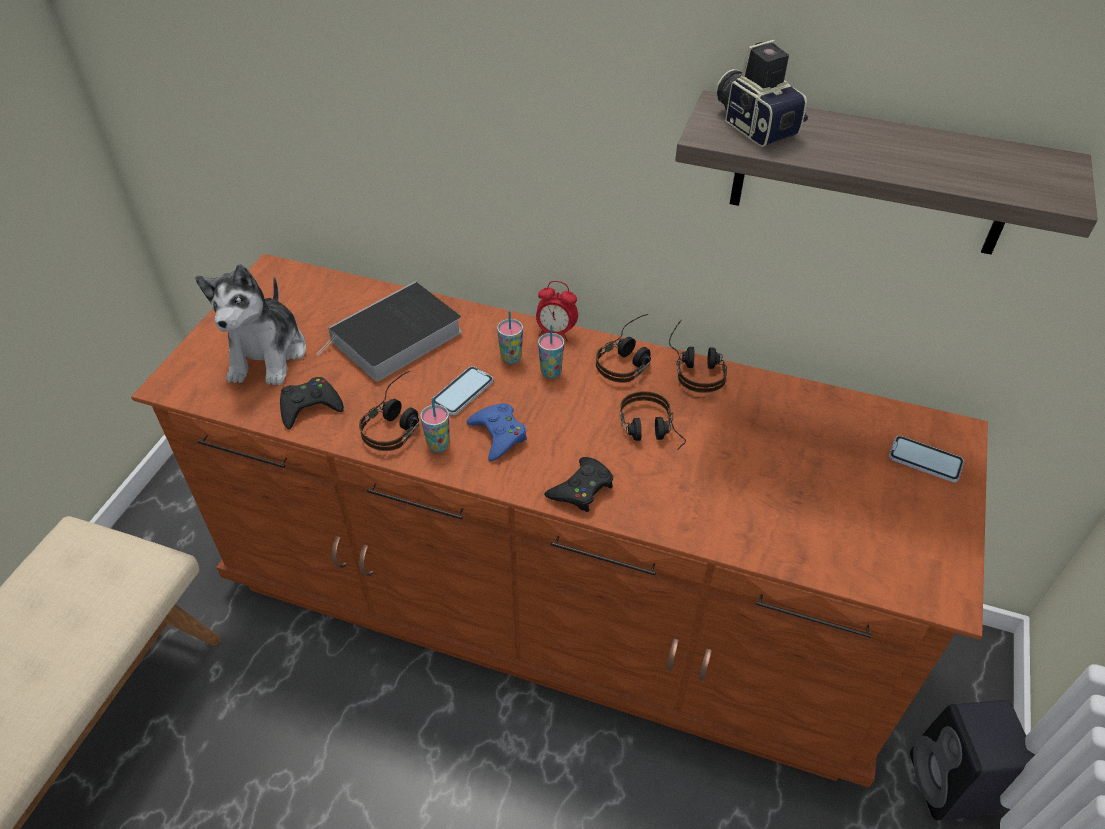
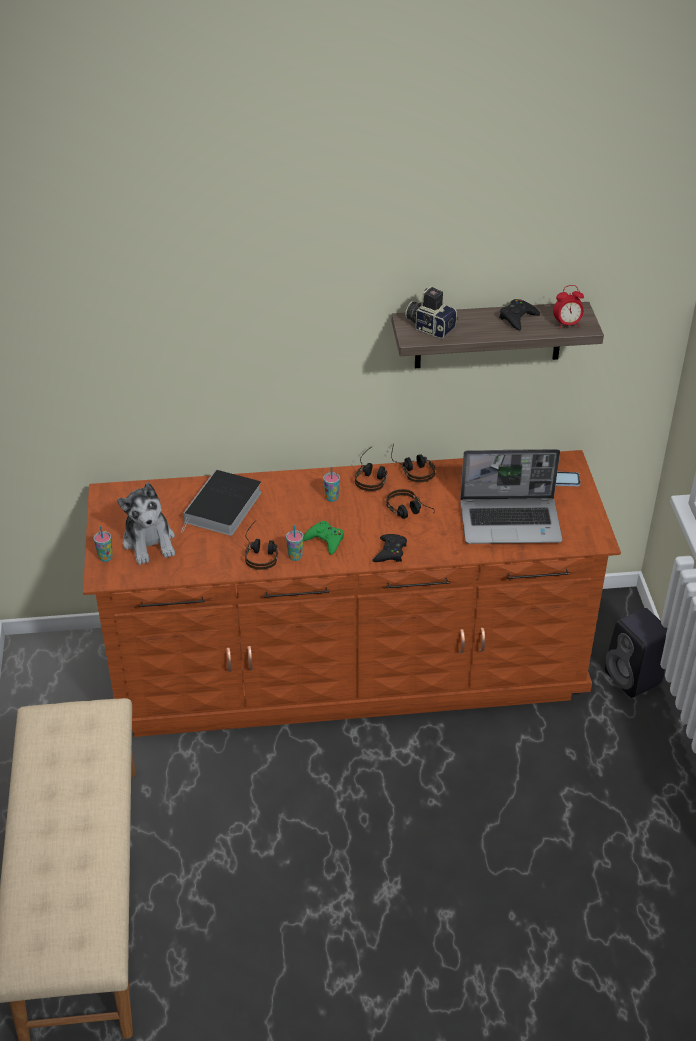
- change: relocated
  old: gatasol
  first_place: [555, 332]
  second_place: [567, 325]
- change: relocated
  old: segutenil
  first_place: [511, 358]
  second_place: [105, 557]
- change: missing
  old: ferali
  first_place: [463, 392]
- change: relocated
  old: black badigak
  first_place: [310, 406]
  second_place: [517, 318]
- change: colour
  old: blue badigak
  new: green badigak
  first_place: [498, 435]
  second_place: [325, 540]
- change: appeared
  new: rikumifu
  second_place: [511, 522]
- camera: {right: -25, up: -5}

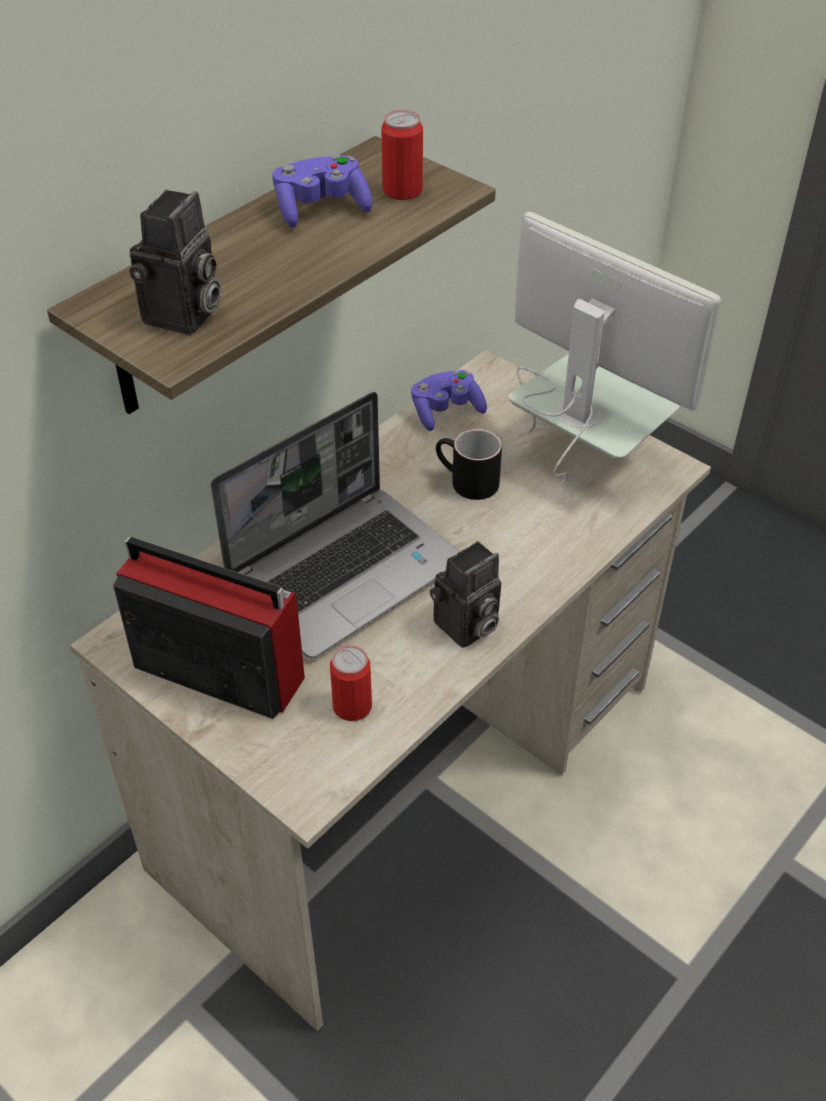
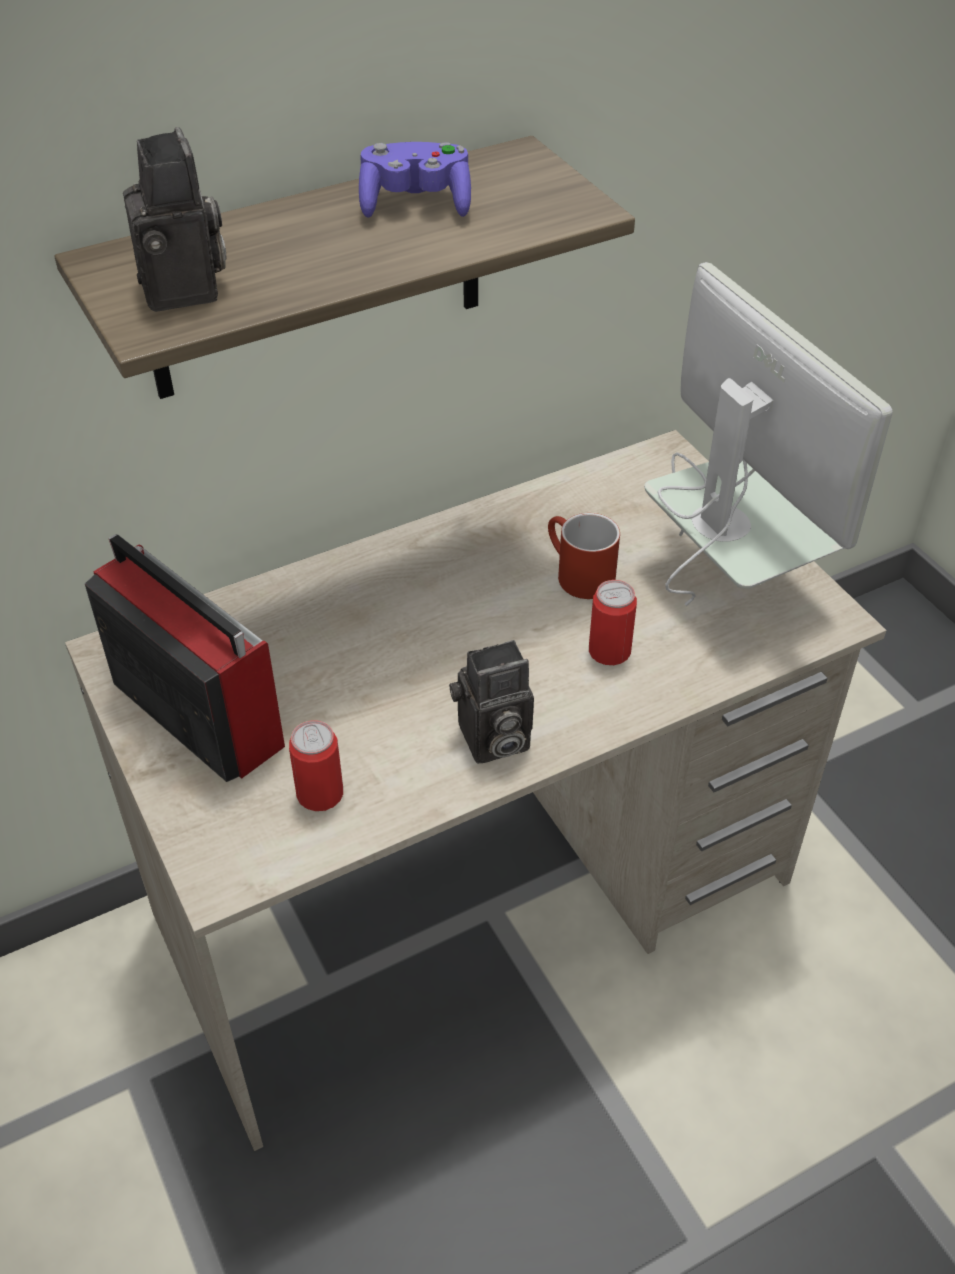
- change: relocated
  old: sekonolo
  first_place: [402, 190]
  second_place: [609, 651]
- change: spun
  old: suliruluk
  first_place: [183, 317]
  second_place: [186, 290]
  degrees: -60
- change: missing
  old: purple badigak
  first_place: [446, 411]
- change: missing
  old: rikumifu
  first_place: [346, 570]
- change: colour
  old: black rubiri
  new: red rubiri
  first_place: [466, 482]
  second_place: [576, 575]
- camera: {right: 20, up: 0}

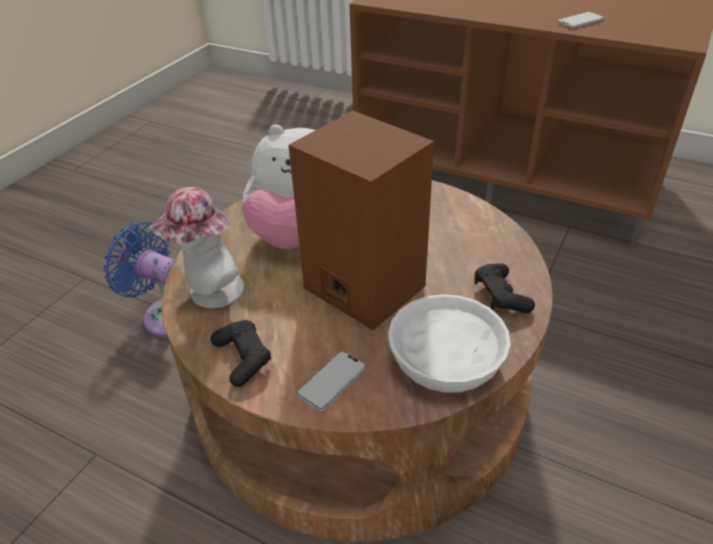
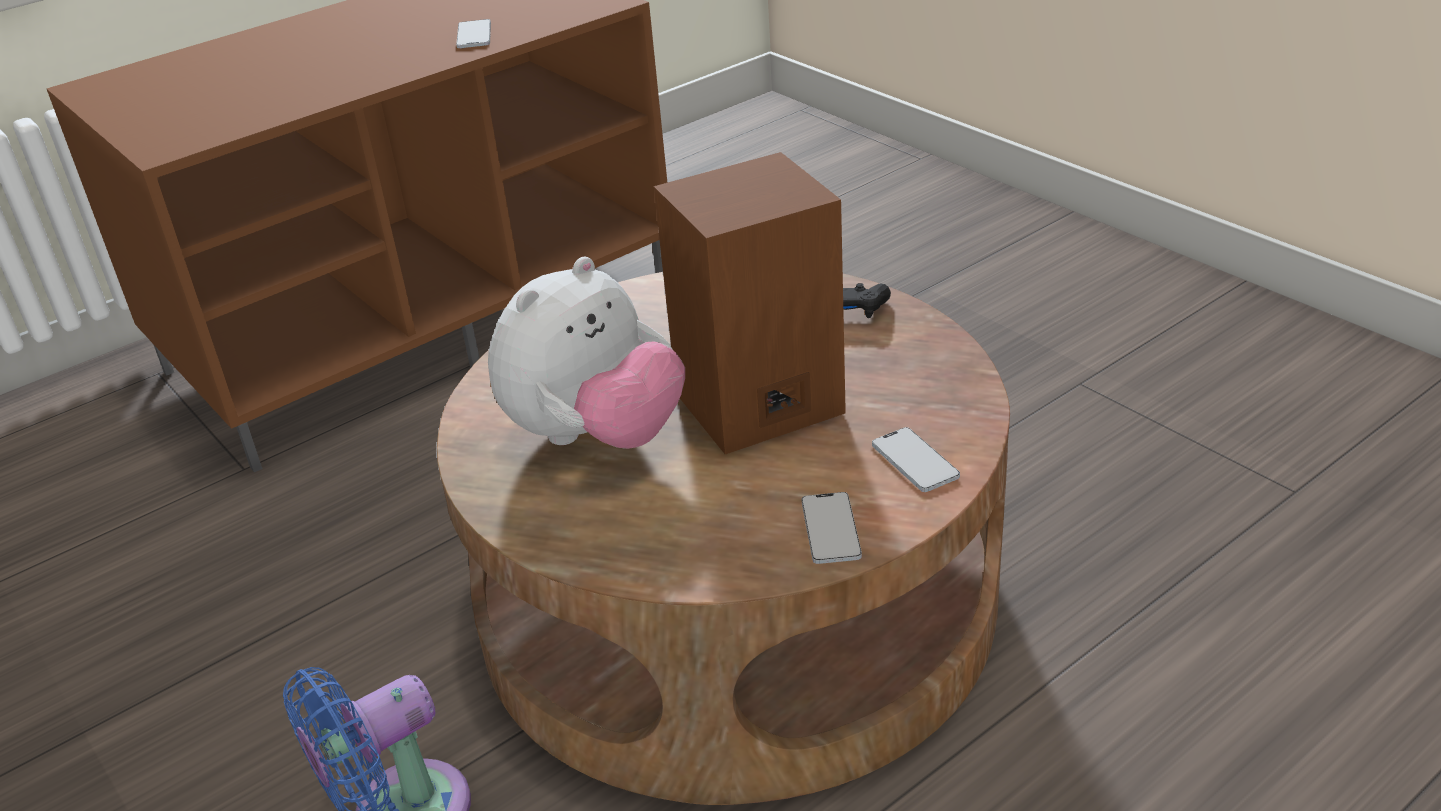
- change: missing
  old: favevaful
  first_place: [210, 293]
- change: missing
  old: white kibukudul
  first_place: [444, 361]
- change: exchanged
  old: black badigak
  new: ferali
  first_place: [243, 358]
  second_place: [831, 529]
- camera: {right: -65, up: -5}

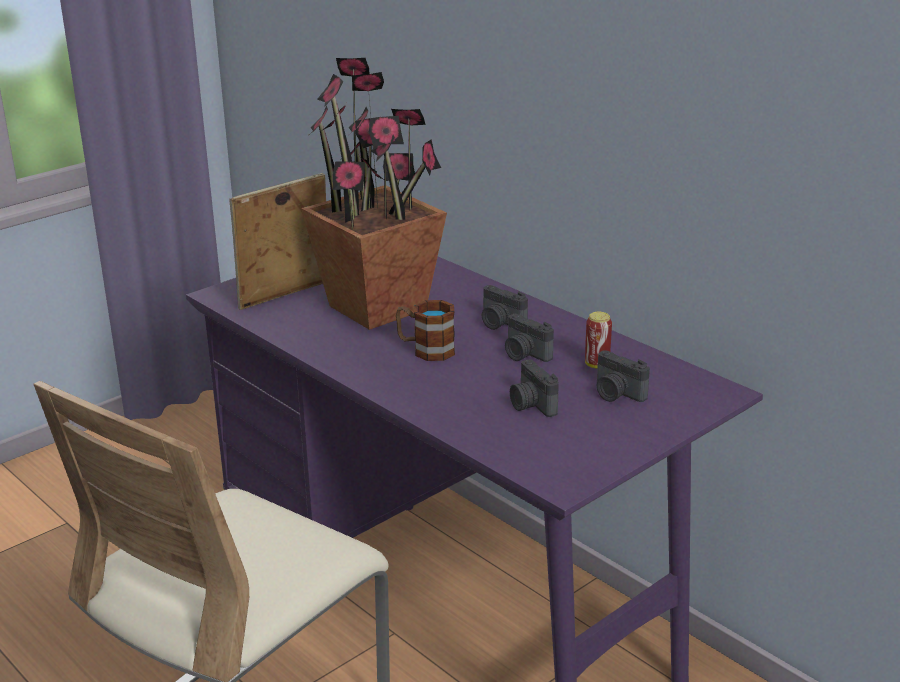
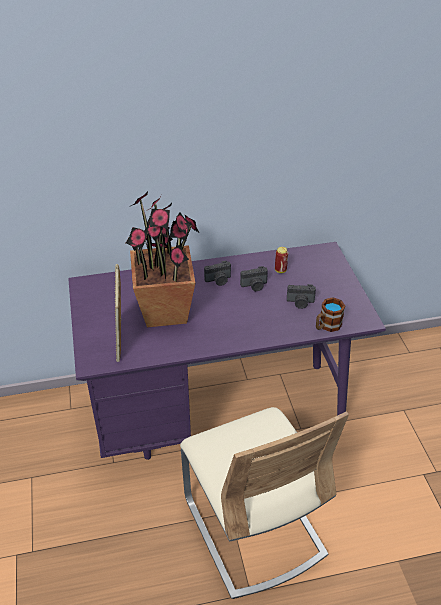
- change: relocated
  old: rubiri
  first_place: [425, 350]
  second_place: [326, 326]
- change: missing
  old: suliruluk
  first_place: [616, 394]
- camera: {right: -60, up: 15}

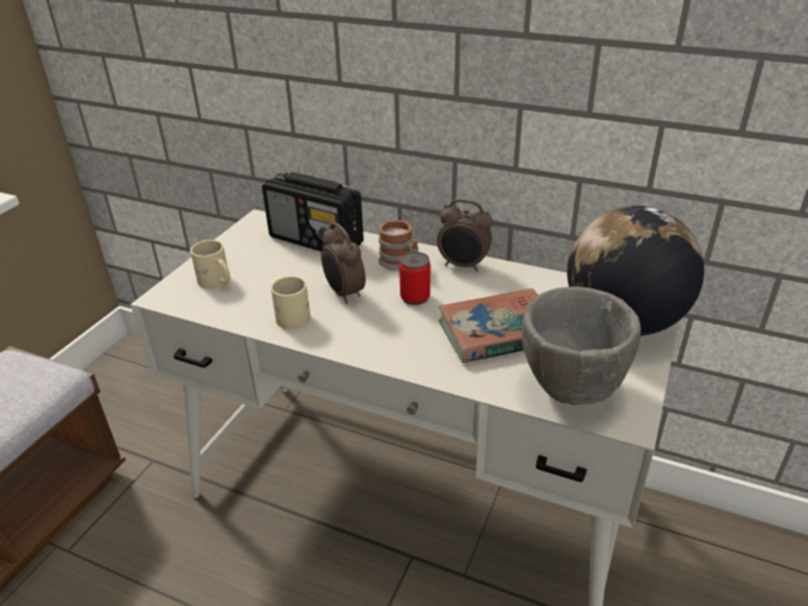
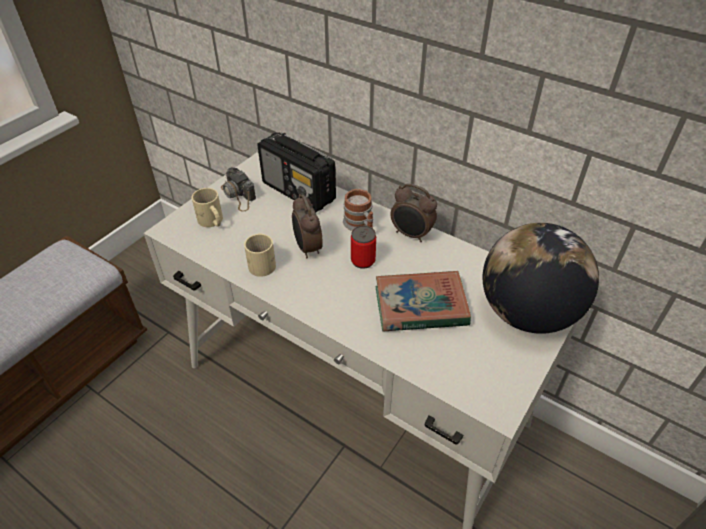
- change: missing
  old: grey kibukudul
  first_place: [570, 391]
- change: appeared
  new: suliruluk
  second_place: [238, 195]
- camera: {right: 10, up: 10}

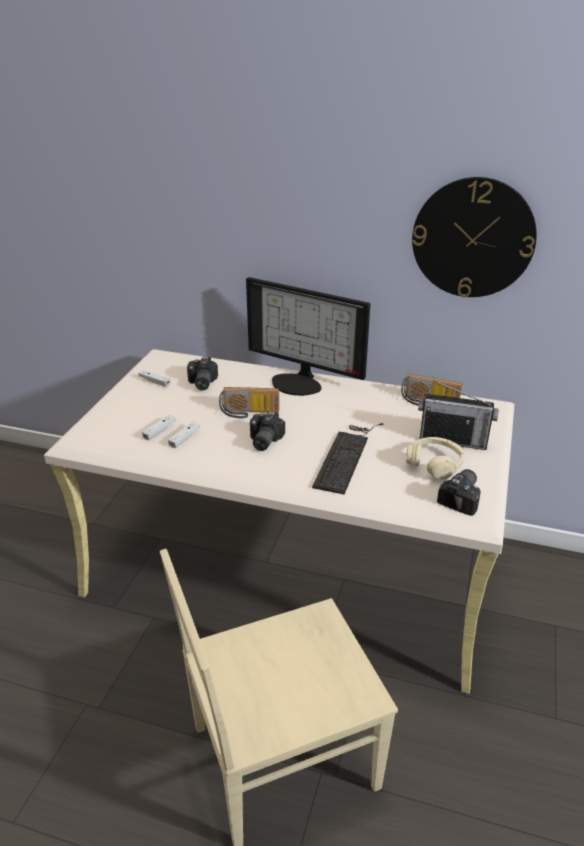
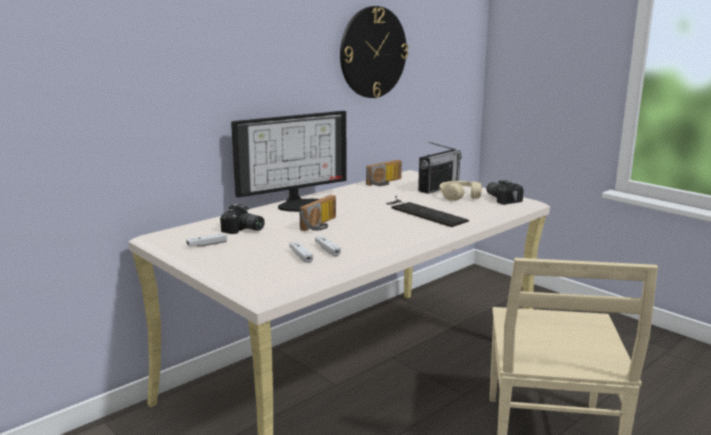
- change: missing
  old: suliruluk
  first_place: [263, 441]
- camera: {right: -60, up: -15}

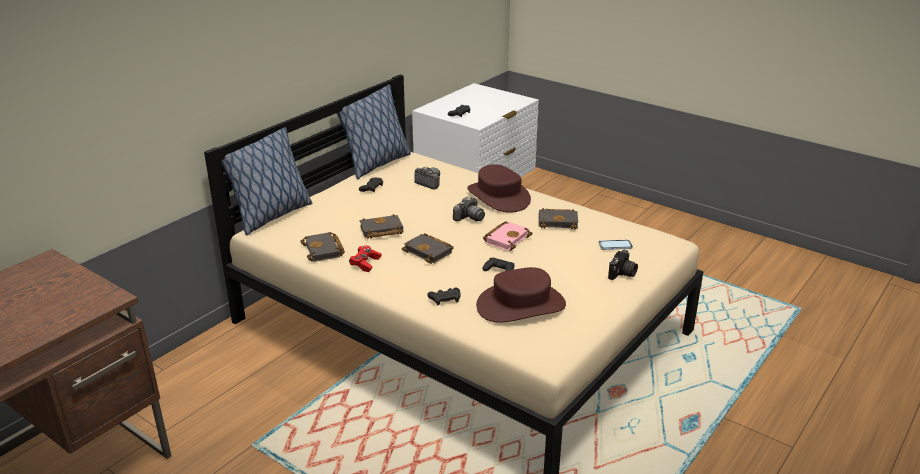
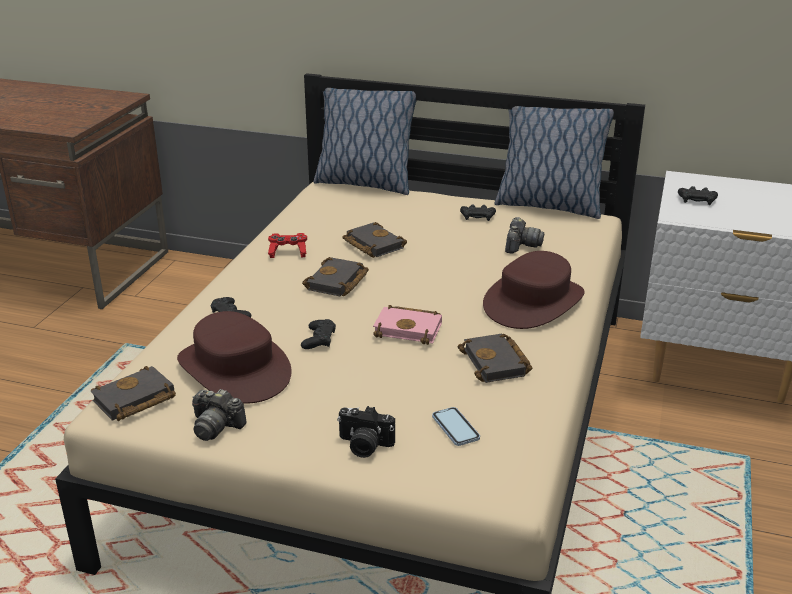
- change: relocated
  old: suliruluk
  first_place: [469, 217]
  second_place: [216, 426]
- change: relocated
  old: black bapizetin
  first_place: [324, 250]
  second_place: [133, 401]
- camera: {right: 70, up: 0}

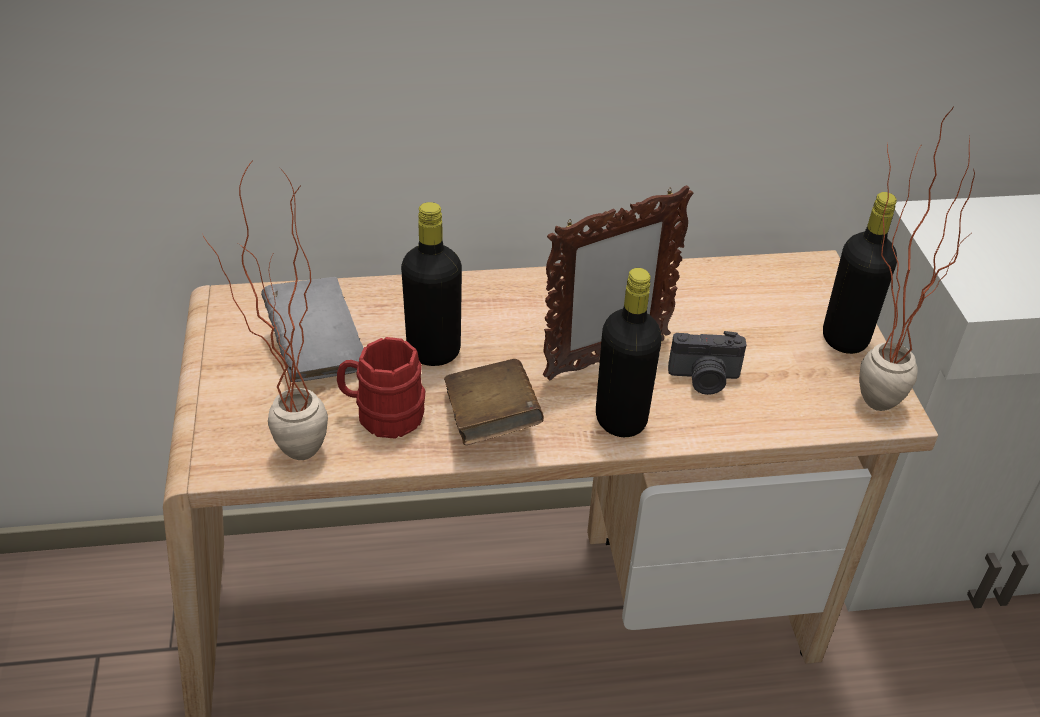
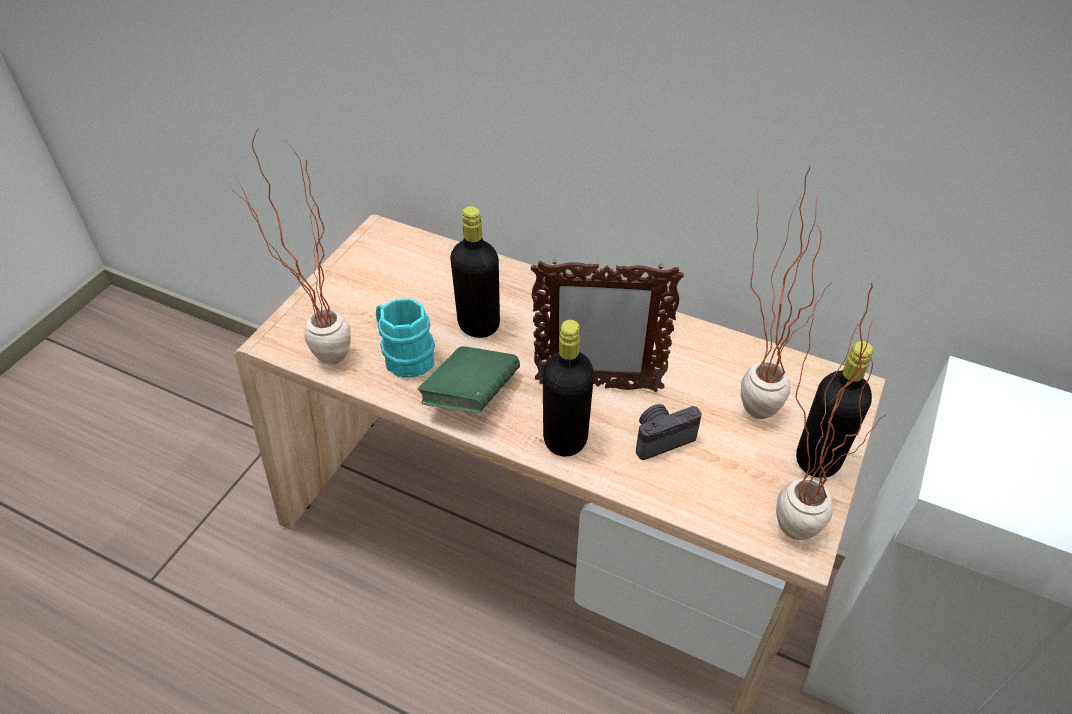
- change: missing
  old: grey bapizetin
  first_place: [316, 350]
- change: spun
  old: suliruluk
  first_place: [704, 379]
  second_place: [661, 438]
  degrees: 120
- change: colour
  old: red rubiri
  new: turquoise rubiri
  first_place: [382, 415]
  second_place: [404, 356]
- change: colour
  old: brown bapizetin
  new: green bapizetin
  first_place: [491, 422]
  second_place: [471, 395]
- change: appeared
  new: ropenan
  second_place: [749, 401]
- camera: {right: 35, up: 5}

